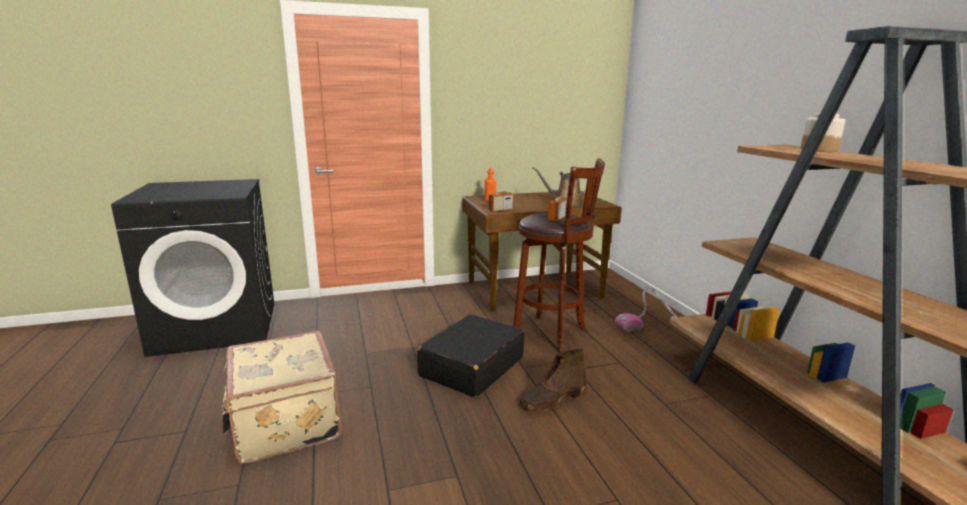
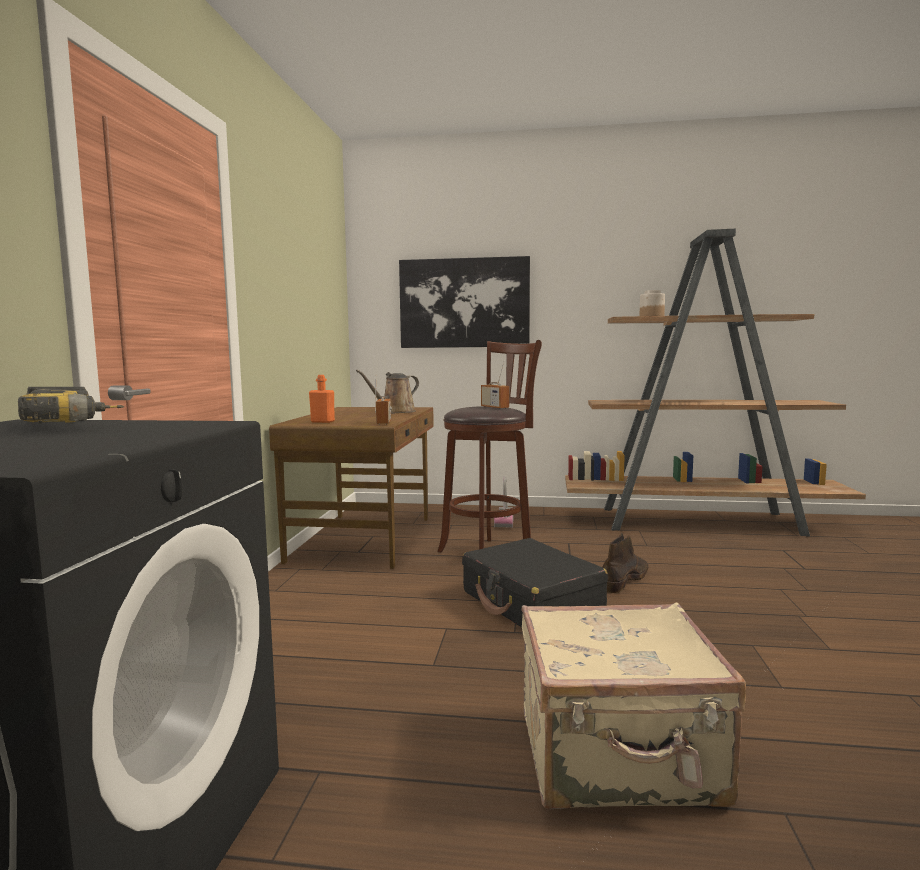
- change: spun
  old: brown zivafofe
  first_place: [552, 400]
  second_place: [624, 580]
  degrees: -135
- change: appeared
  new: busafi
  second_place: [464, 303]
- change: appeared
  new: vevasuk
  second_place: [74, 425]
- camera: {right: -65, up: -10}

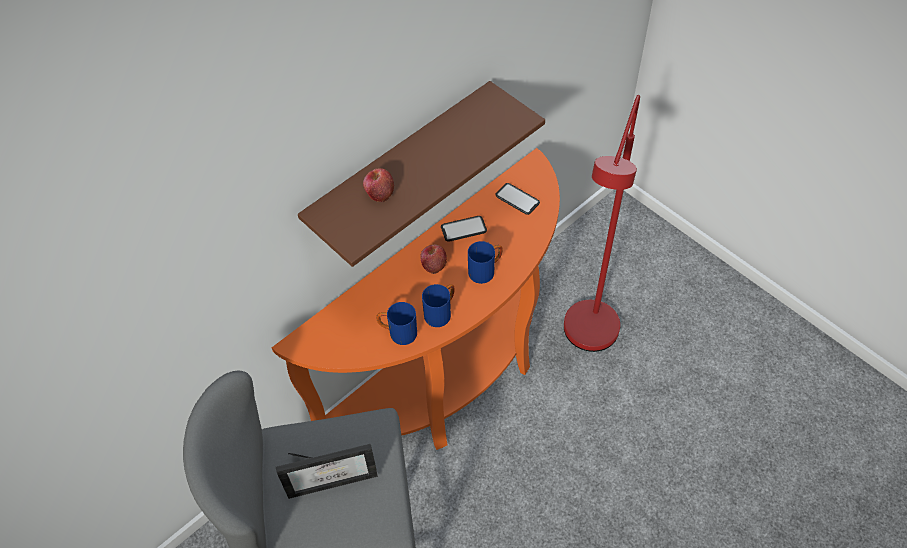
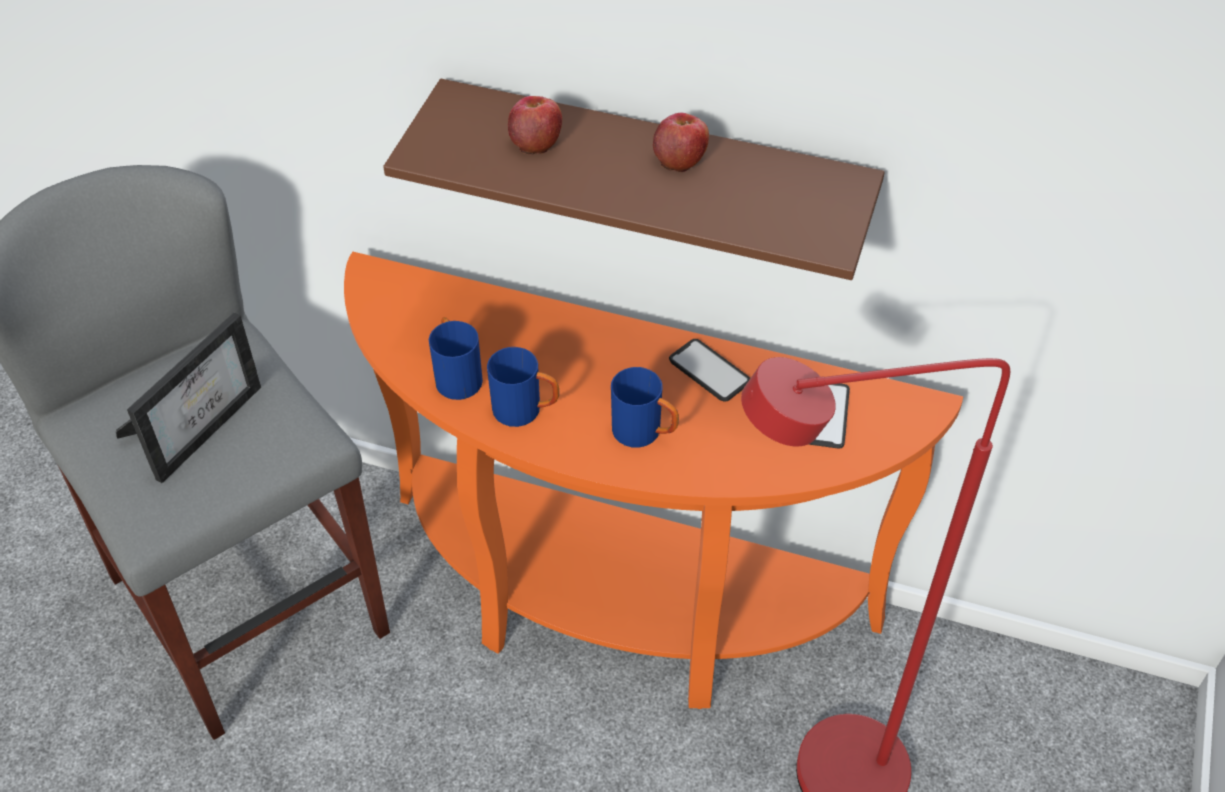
- change: relocated
  old: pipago
  first_place: [433, 265]
  second_place: [680, 159]
- change: spun
  old: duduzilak
  first_place: [333, 476]
  second_place: [200, 424]
  degrees: -105
- camera: {right: 60, up: -5}

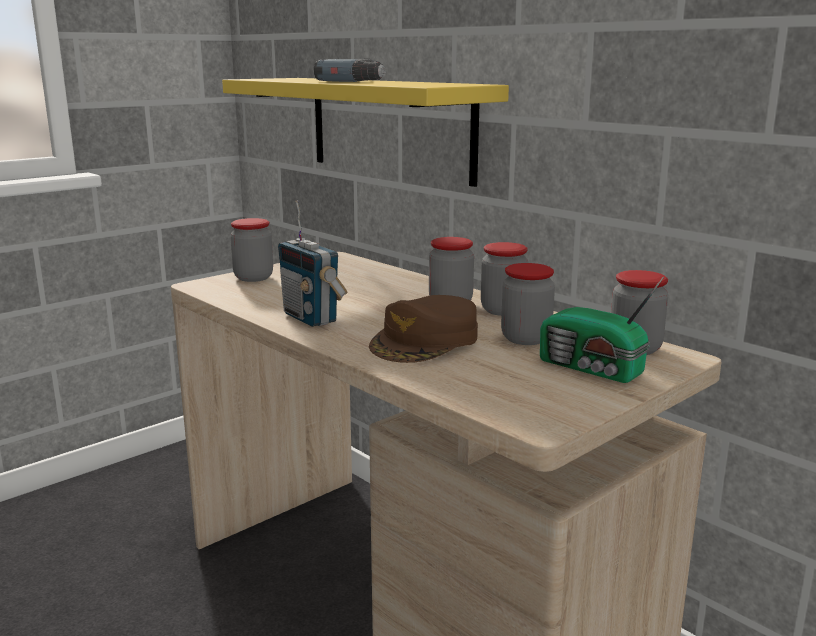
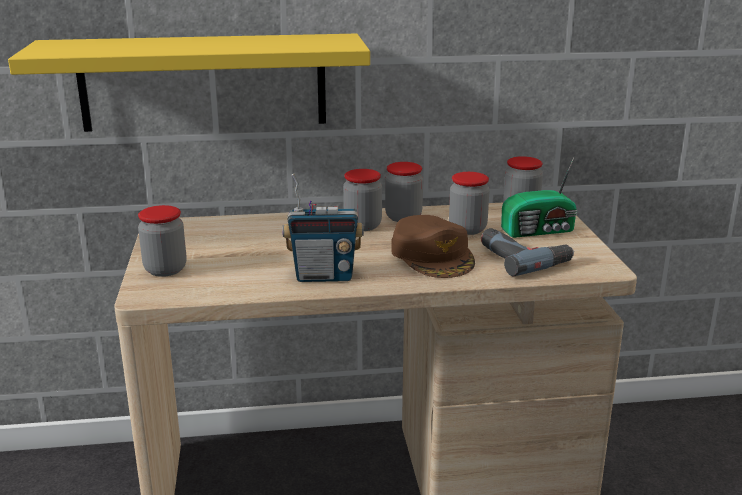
- change: relocated
  old: vevasuk
  first_place: [366, 81]
  second_place: [522, 258]
- camera: {right: -55, up: 5}

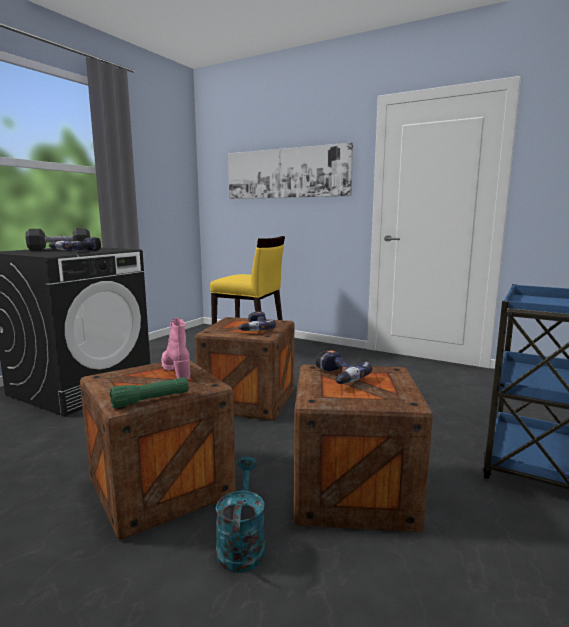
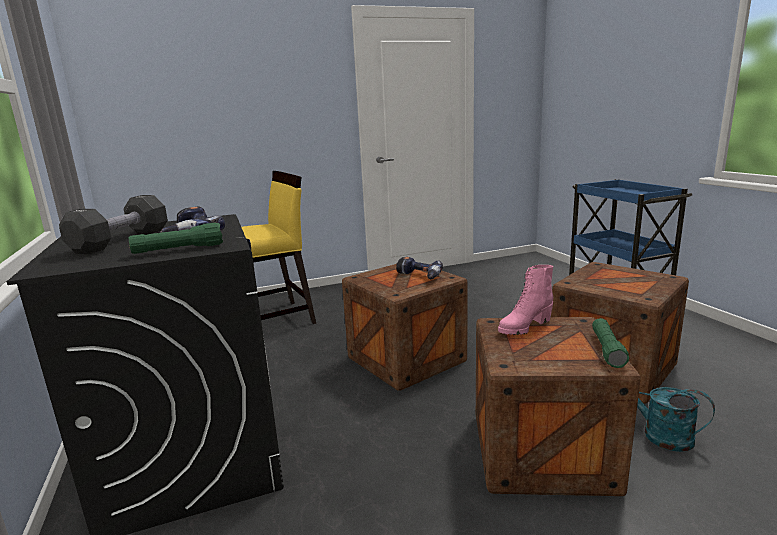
- change: missing
  old: busafi
  first_place: [286, 173]
- change: spun
  old: pink zivafofe
  first_place: [177, 370]
  second_place: [524, 327]
  degrees: -45
- change: missing
  old: vevasuk
  first_place: [337, 377]
- change: appeared
  new: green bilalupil
  second_place: [179, 250]
- camera: {right: -50, up: 5}

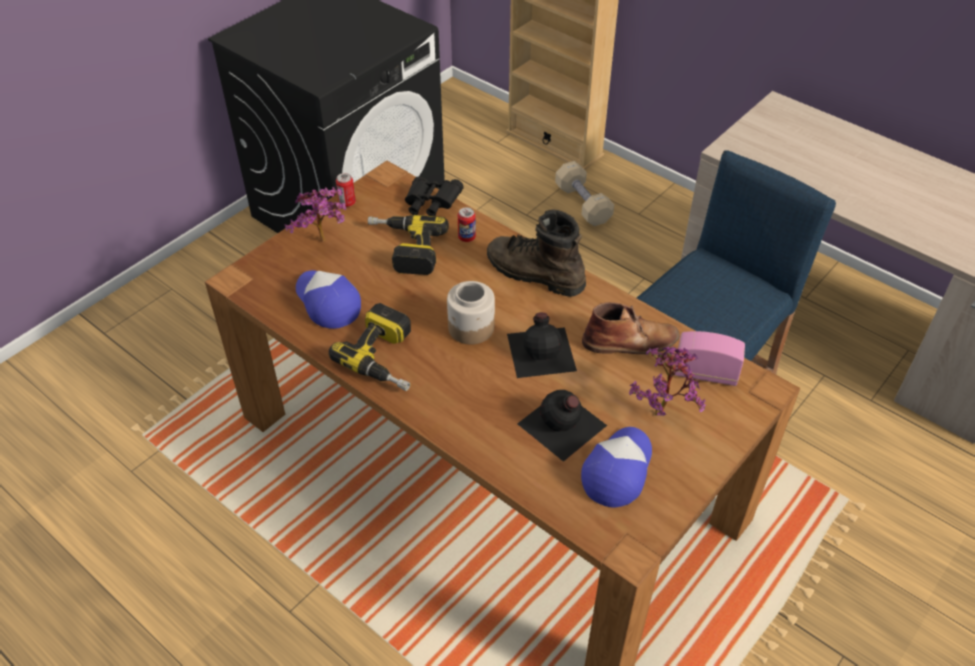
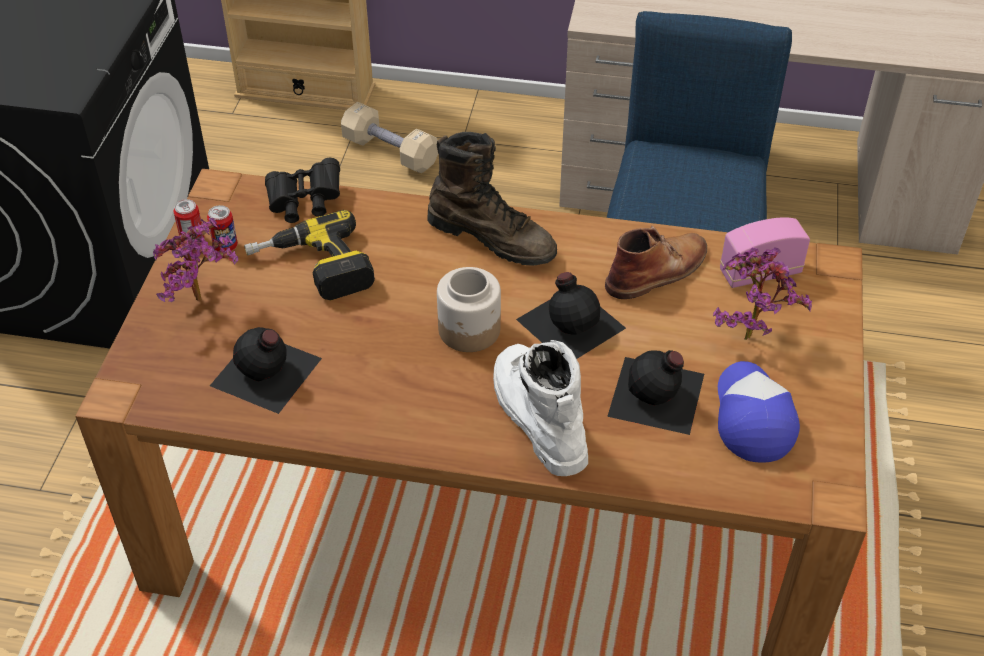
- change: relocated
  old: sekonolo
  first_place: [466, 237]
  second_place: [225, 246]
- change: spun
  old: brown zivafofe
  first_place: [534, 274]
  second_place: [492, 237]
  degrees: -150
- change: exchanged
  old: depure
  new: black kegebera
  first_place: [327, 302]
  second_place: [266, 373]
- change: missing
  old: vevasuk
  first_place: [387, 357]
- change: appeared
  new: white zivafofe
  second_place: [537, 417]
- camera: {right: -30, up: 0}

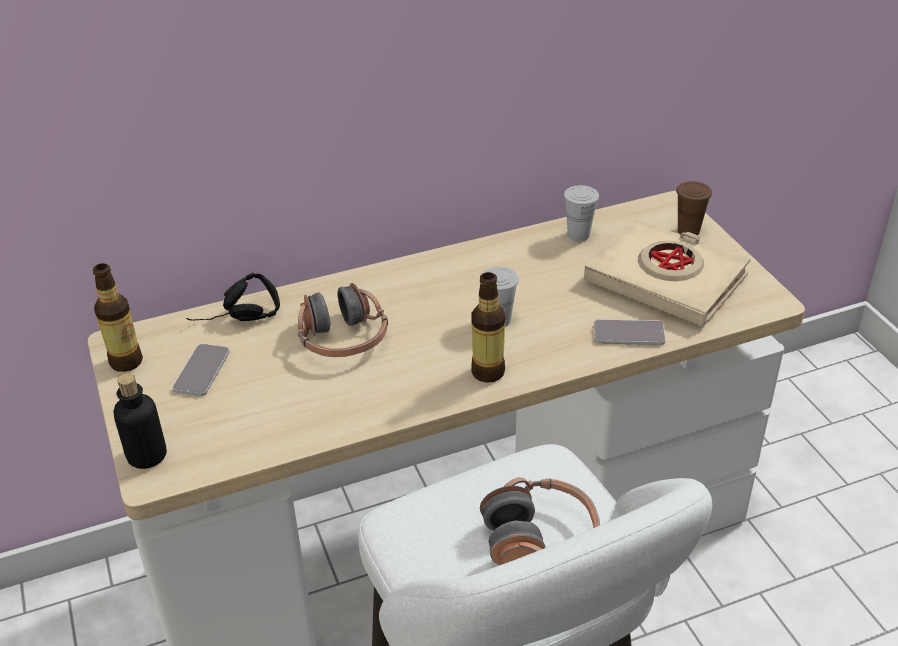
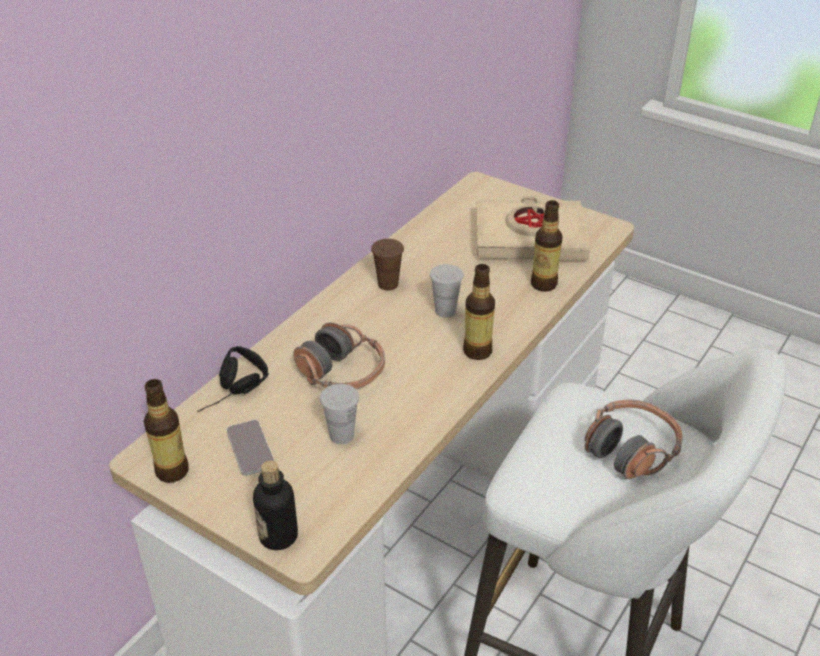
- change: relocated
  old: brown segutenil
  first_place: [688, 231]
  second_place: [388, 284]
- change: relocated
  old: white segutenil
  first_place: [578, 235]
  second_place: [341, 435]
- change: exchanged
  old: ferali
  new: kegebera
  first_place: [628, 333]
  second_place: [543, 284]
- camera: {right: -35, up: 0}

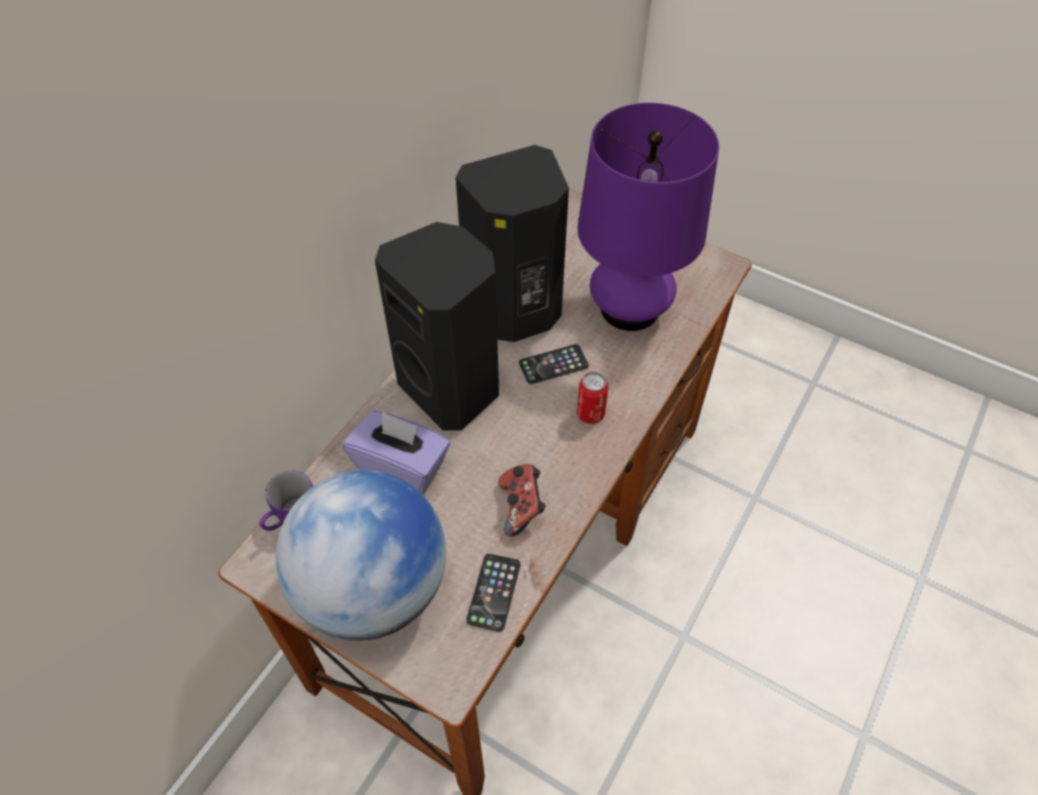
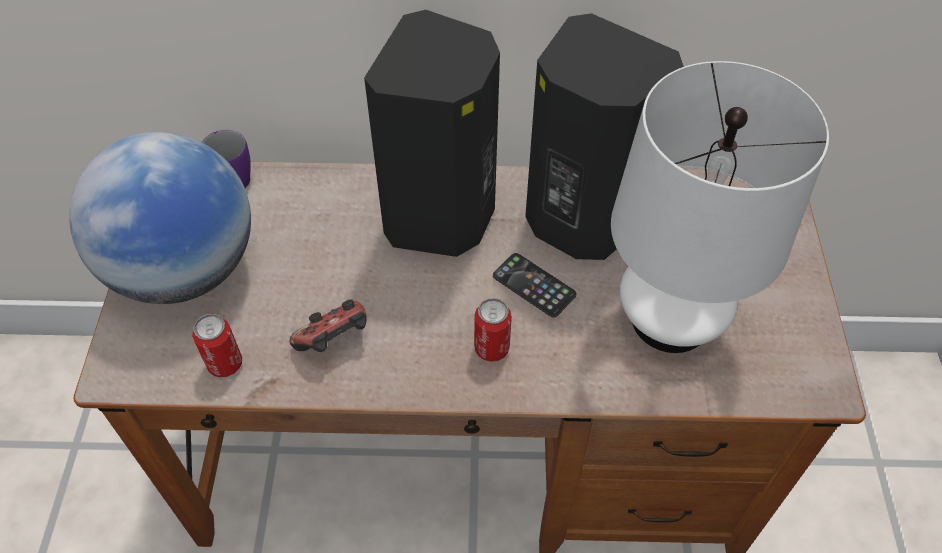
- change: colour
  old: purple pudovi
  new: white pudovi
  first_place: [629, 309]
  second_place: [669, 319]
- change: missing
  old: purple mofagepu
  first_place: [402, 465]
- change: exchanged
  old: ferali
  new: sekonolo
  first_place: [494, 592]
  second_place: [225, 363]
- camera: {right: 60, up: 0}

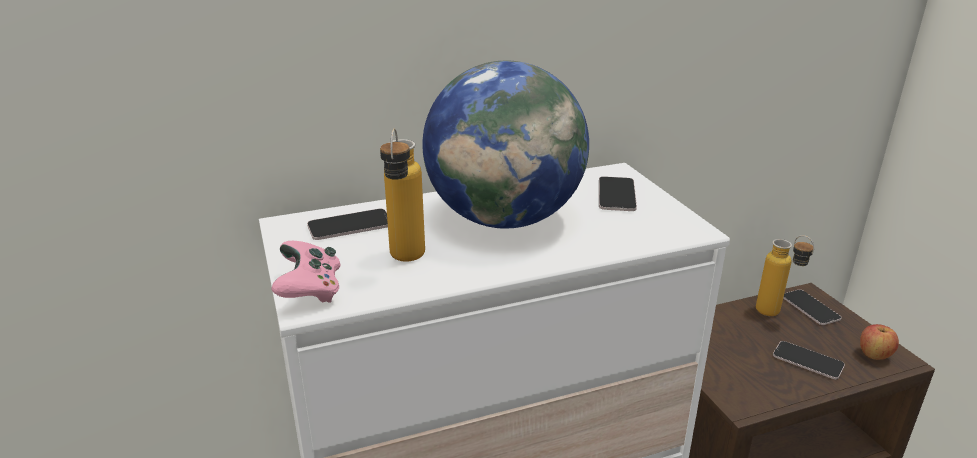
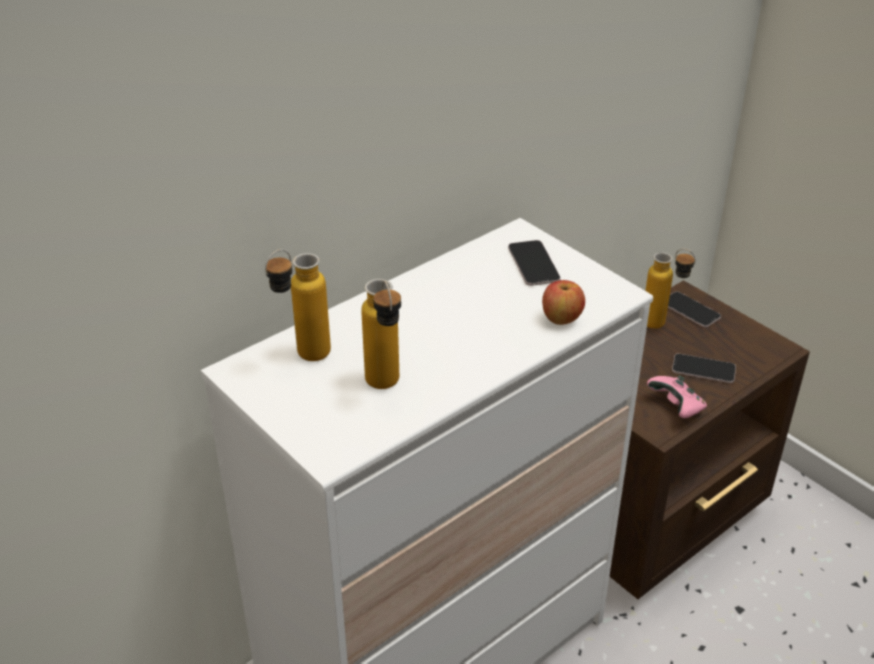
- change: missing
  old: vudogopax
  first_place: [505, 219]
- change: exchanged
  old: ferali
  new: kegebera
  first_place: [350, 225]
  second_place: [302, 358]
- change: relocated
  old: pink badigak
  first_place: [310, 291]
  second_place: [677, 408]
- change: relocated
  old: pipago
  first_place: [874, 355]
  second_place: [561, 319]
- camera: {right: -20, up: 10}

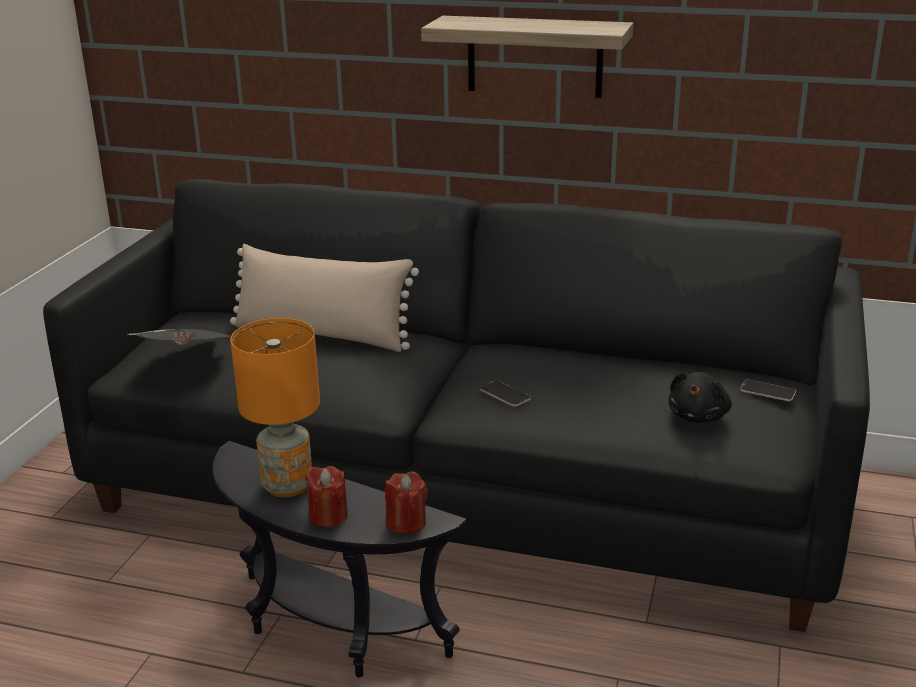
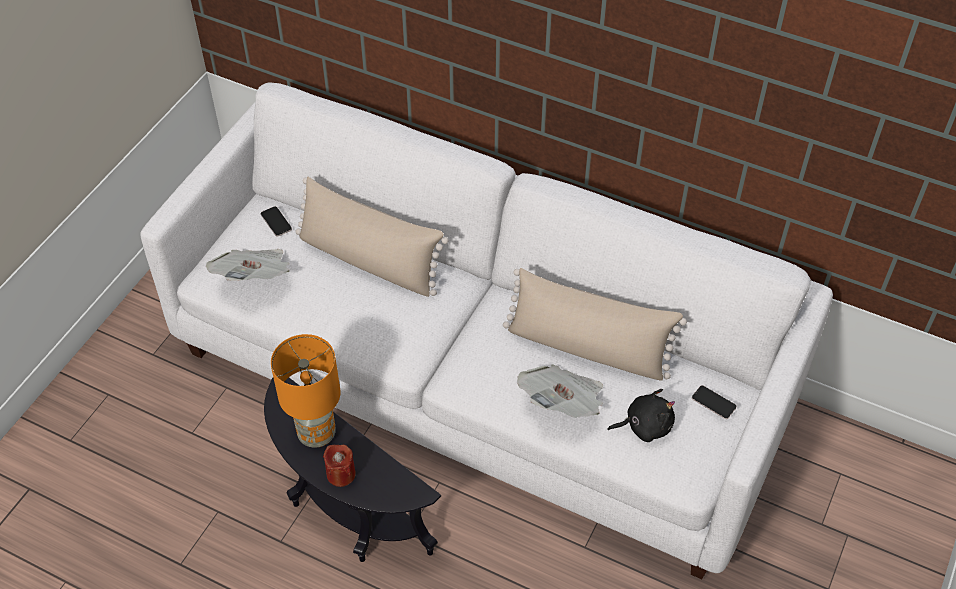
- change: missing
  old: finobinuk
  first_place: [535, 56]
- change: colour
  old: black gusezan
  new: white gusezan
  first_place: [461, 491]
  second_place: [479, 379]
- change: spun
  old: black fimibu
  first_place: [699, 416]
  second_place: [645, 426]
  degrees: -135
- change: relocated
  old: ferali
  first_place: [505, 394]
  second_place: [276, 222]
- change: missing
  old: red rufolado
  first_place: [406, 522]
- change: appeared
  new: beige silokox
  second_place: [588, 348]
- change: appeared
  new: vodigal
  second_place: [563, 403]
- camera: {right: 10, up: 25}

